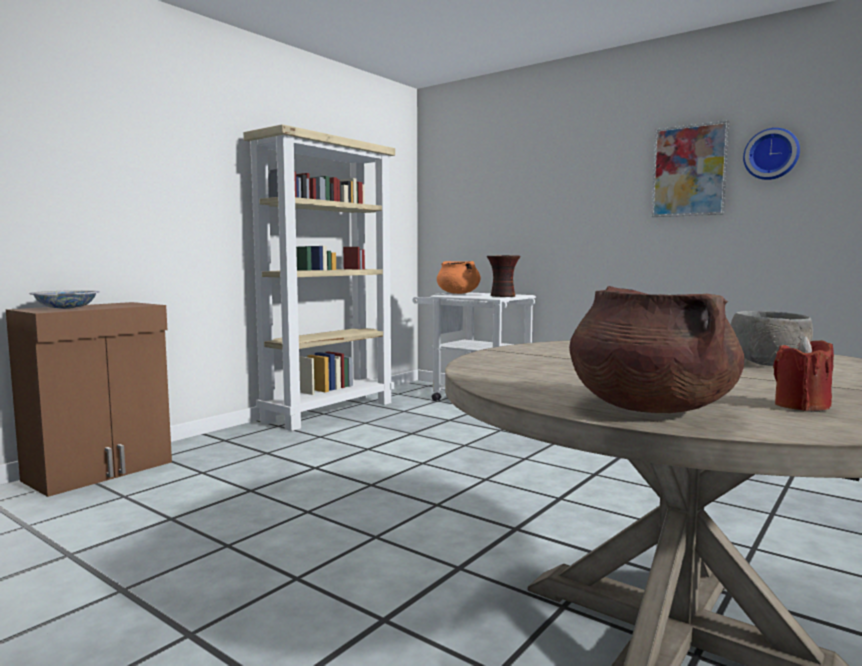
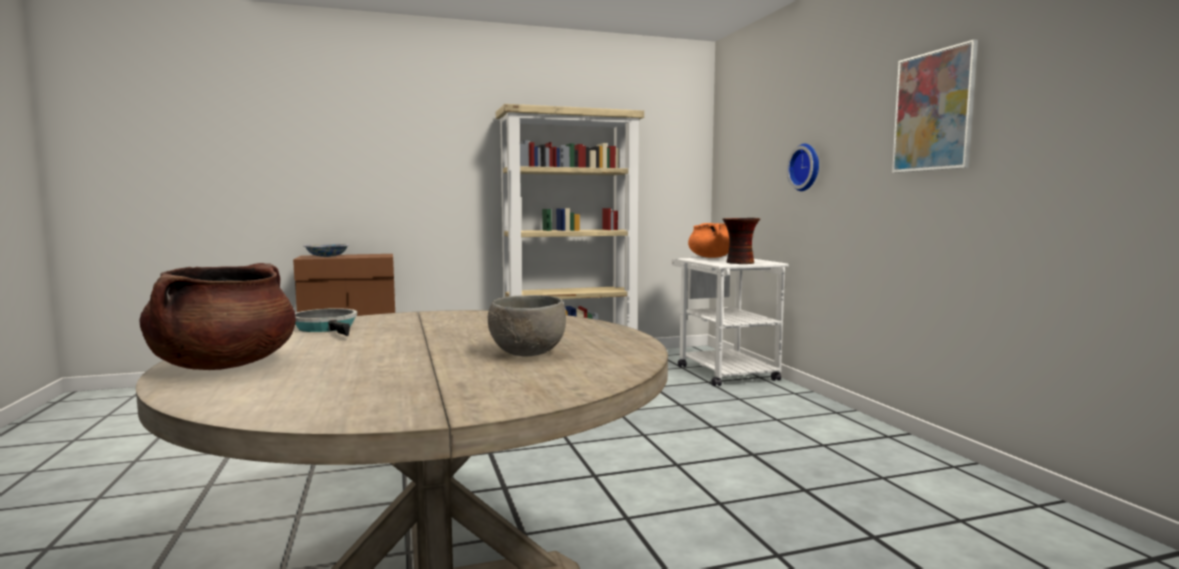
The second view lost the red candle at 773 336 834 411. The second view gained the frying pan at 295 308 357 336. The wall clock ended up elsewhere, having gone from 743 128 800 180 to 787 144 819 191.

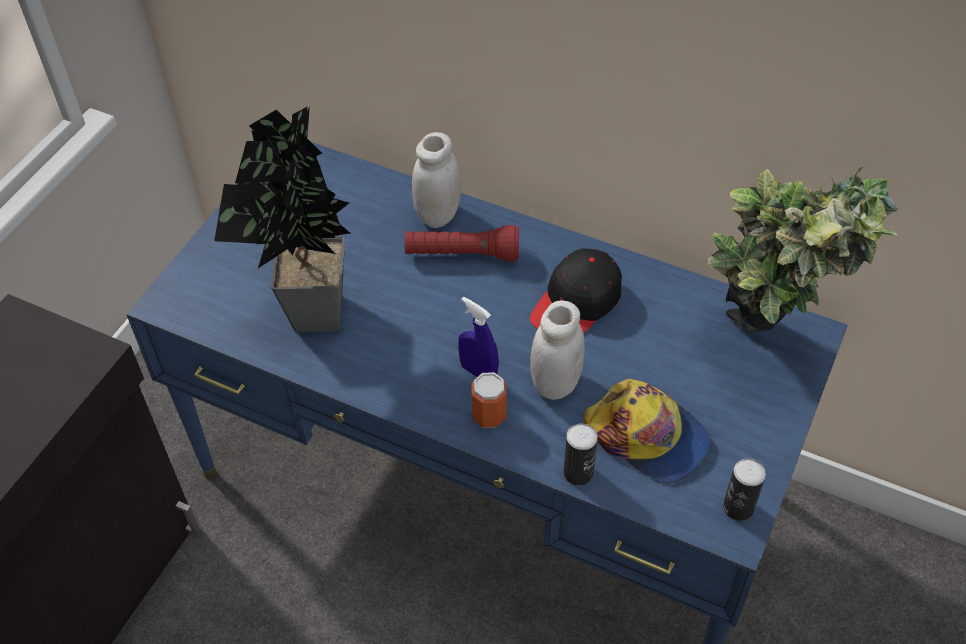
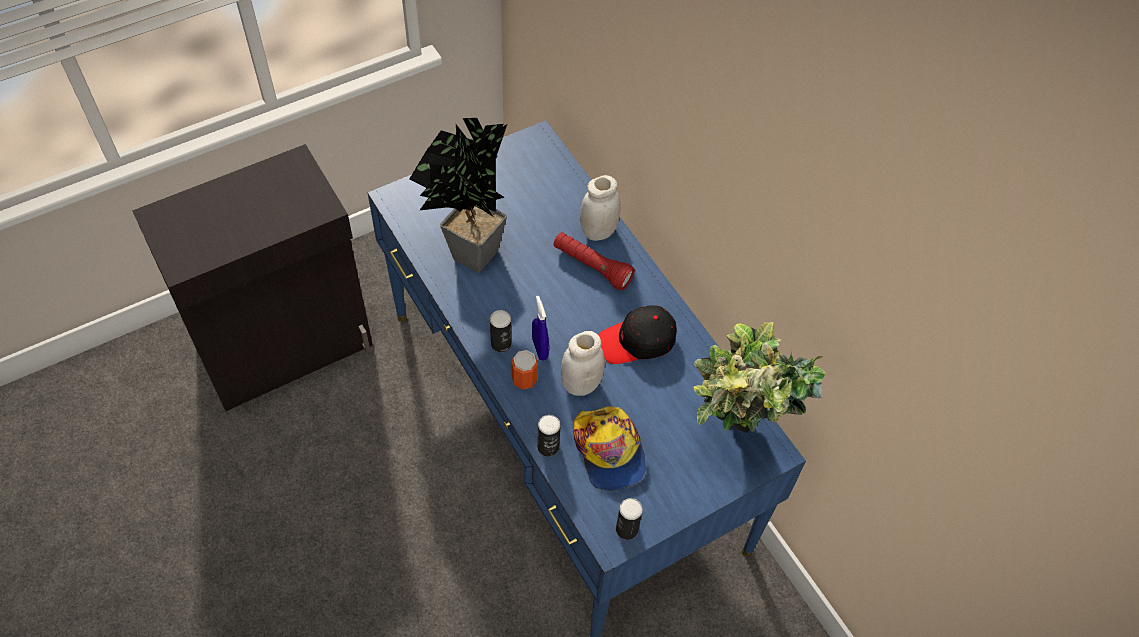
The second view gained the can at 490 310 511 352.

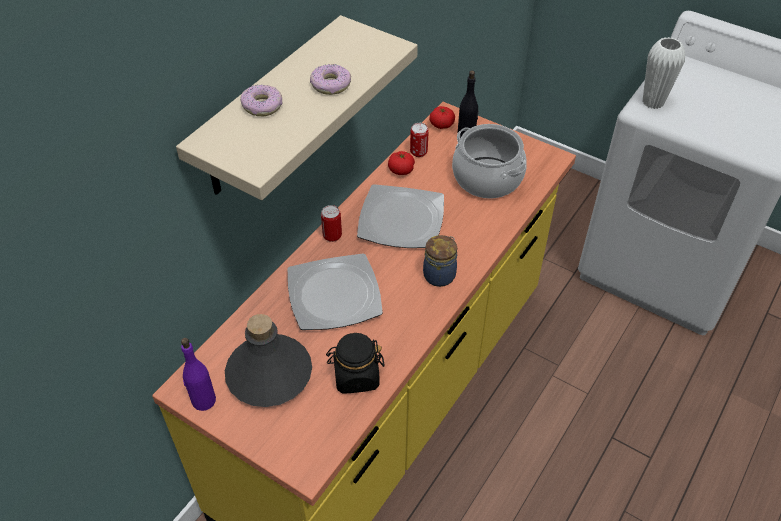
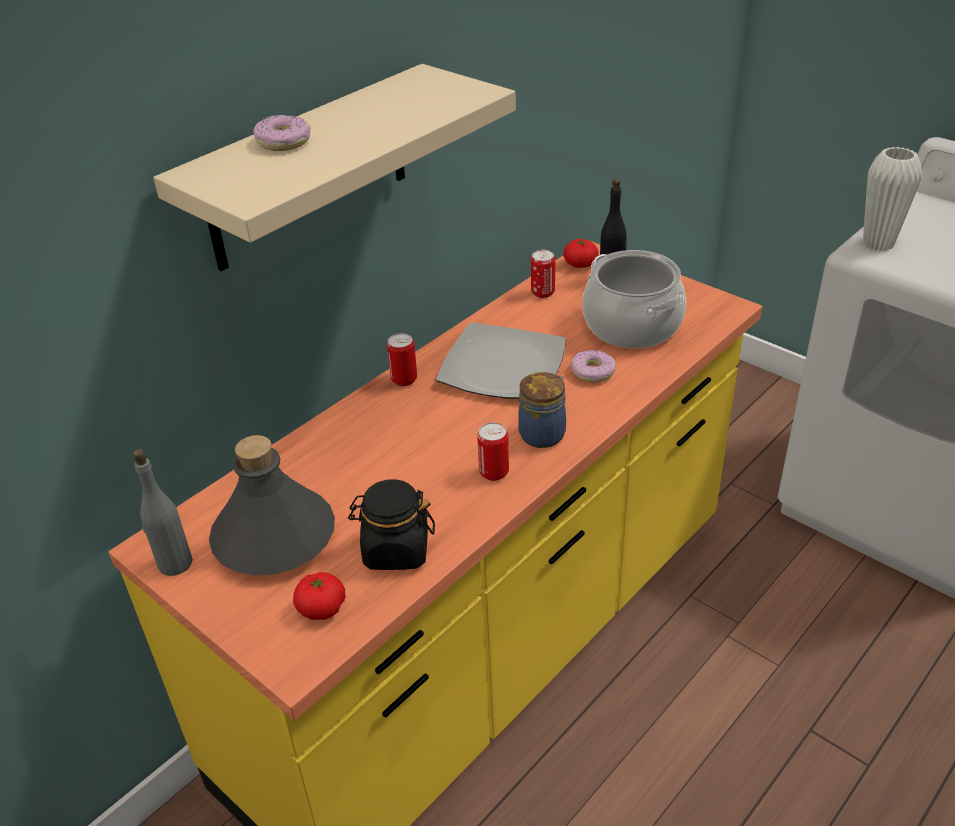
The second view lost the plate at 288 253 383 330. The second view gained the can at 477 422 509 481. The donut ended up elsewhere, having gone from 310 64 351 95 to 570 350 616 383. The tomato ended up elsewhere, having gone from 388 151 415 175 to 293 572 345 620. What was the purple bottle at 181 338 216 411 turned into the grey bottle at 133 449 193 576.

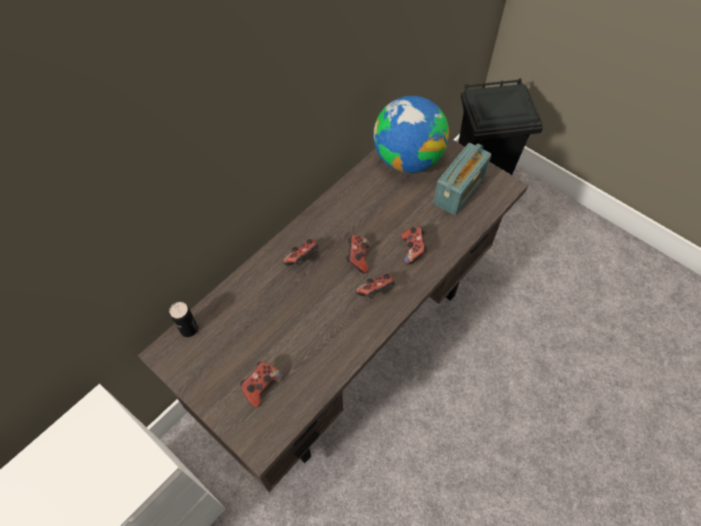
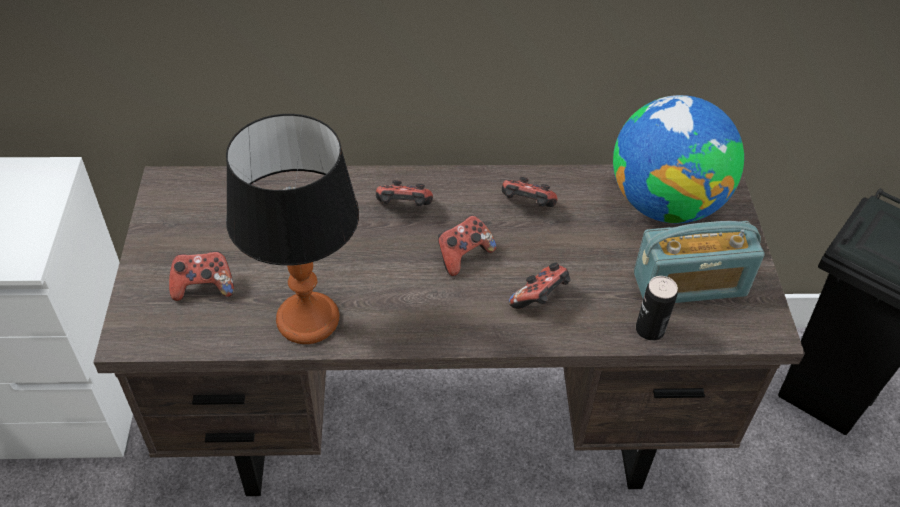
The second view gained the table lamp at 226 114 359 344. The can ended up elsewhere, having gone from 169 302 198 337 to 636 276 678 341. The game controller ended up elsewhere, having gone from 355 274 395 298 to 502 177 557 207.

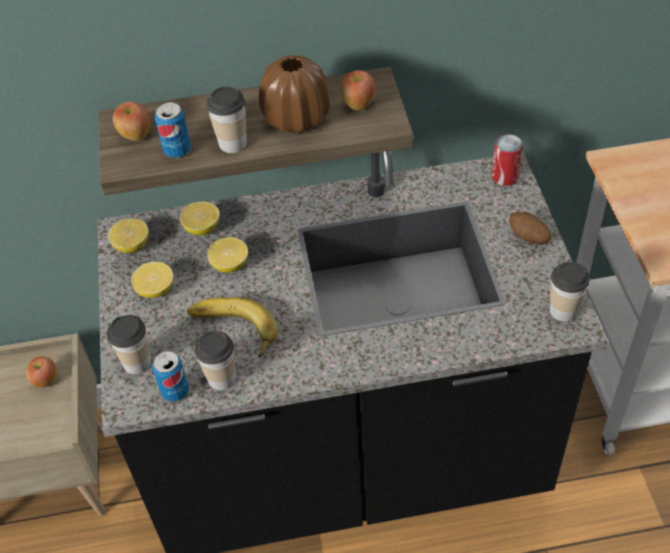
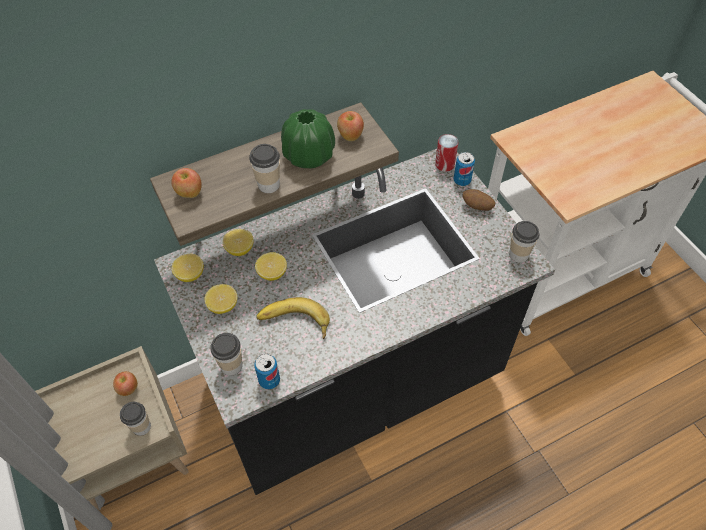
The can ended up elsewhere, having gone from 155 102 191 158 to 453 152 475 186. The cup ended up elsewhere, having gone from 194 331 236 391 to 120 402 151 436. What was the brown vase at 259 55 330 133 turned into the green vase at 281 109 335 168.

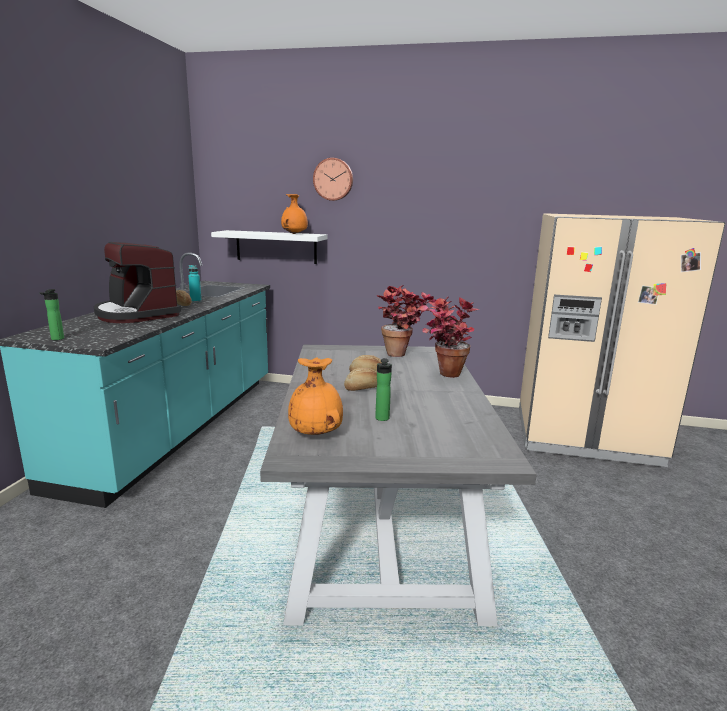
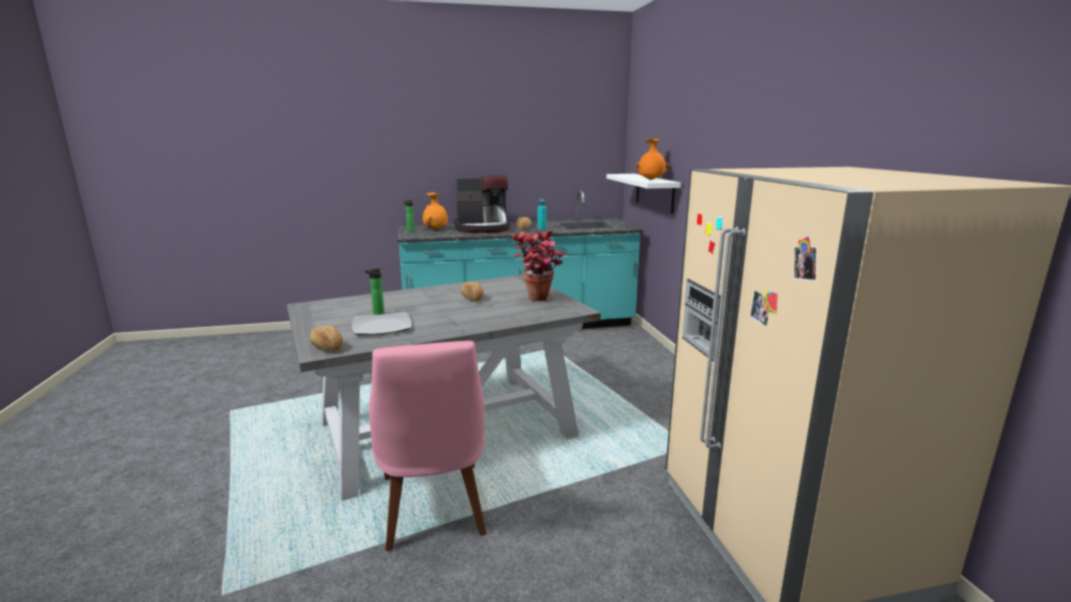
The second view lost the wall clock at 313 158 353 201. The second view lost the potted plant at 422 297 480 378. The second view gained the plate at 352 312 412 335. The second view gained the pink chair at 369 341 486 551. The orange vase ended up elsewhere, having gone from 288 358 343 435 to 423 193 448 230. The bread ended up elsewhere, having gone from 344 368 377 391 to 310 326 343 351. The coffee machine at 94 242 181 323 ended up facing another way, 120 degrees counterclockwise from before.

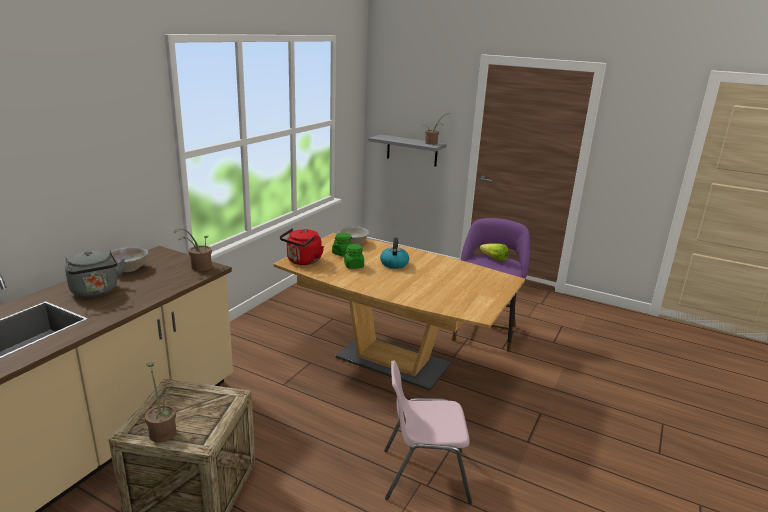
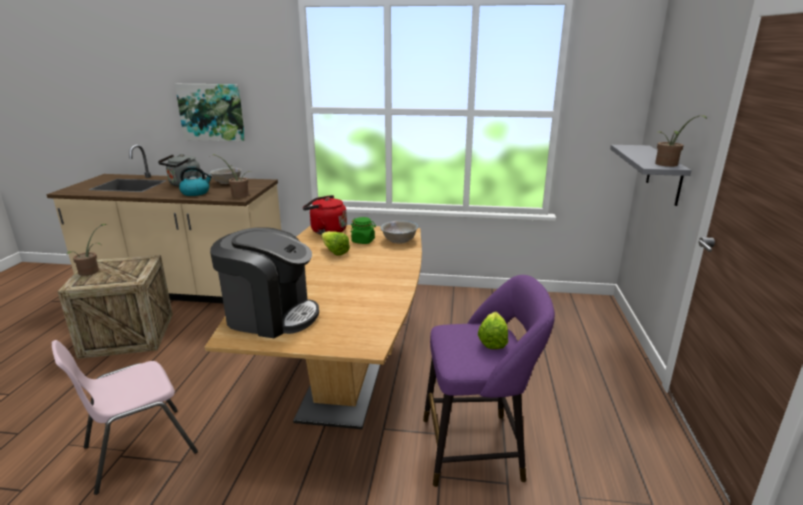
The second view gained the picture at 175 84 245 141. The second view gained the coffee machine at 210 227 319 338. The kettle ended up elsewhere, having gone from 380 237 409 269 to 179 166 212 196. Where the green jar stood at 344 244 364 269, the lettuce came to stand at 321 231 350 256. The pink chair at 384 360 472 504 ended up facing another way, 105 degrees counterclockwise from before.

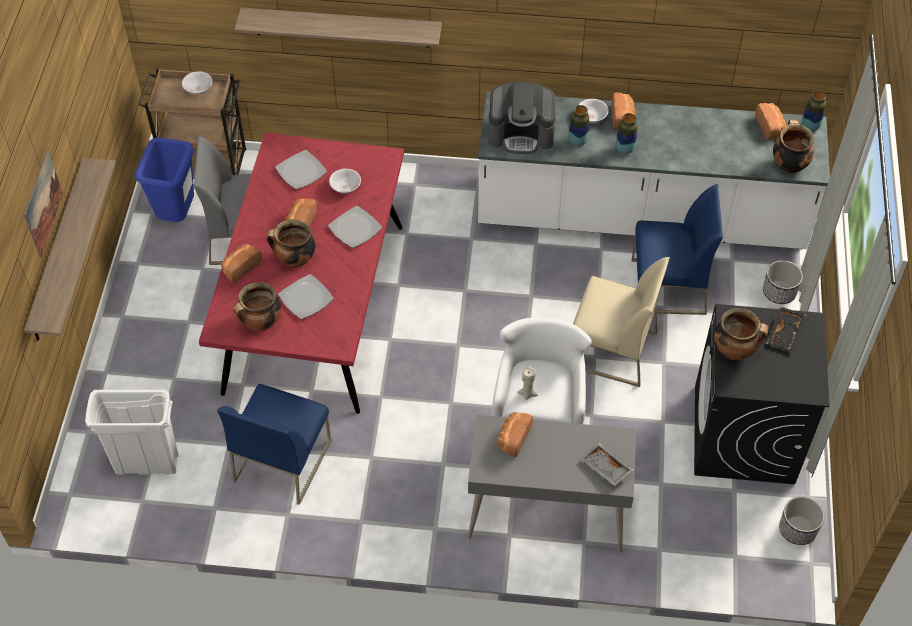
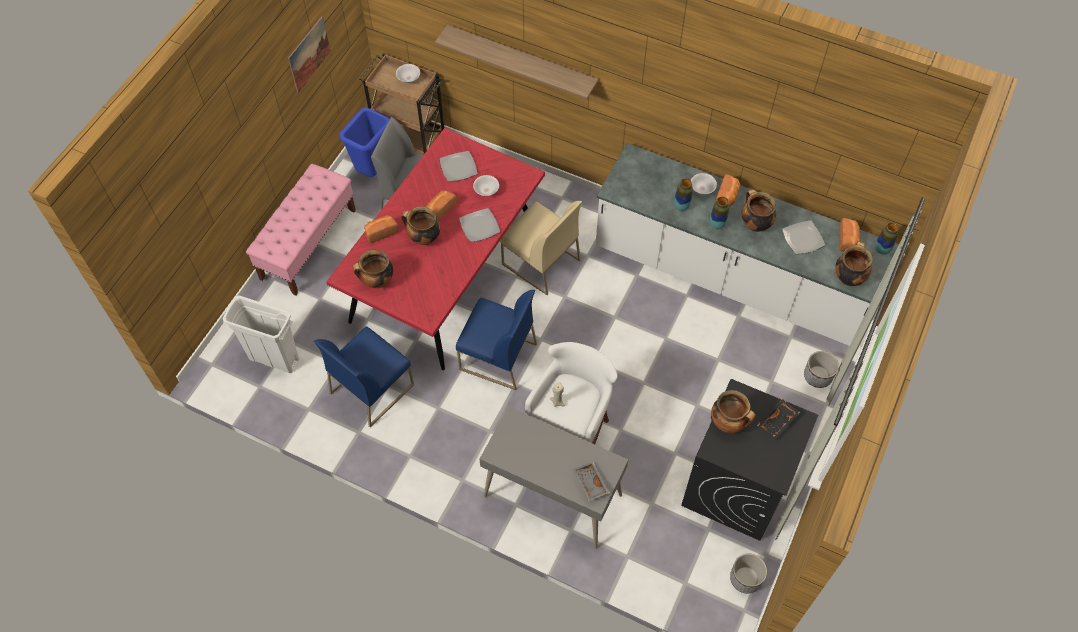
The second view lost the shelf at 24 158 116 341. The second view lost the coffee machine at 488 82 555 154. The second view lost the bread at 497 412 533 457. The second view gained the pink bench at 246 164 356 296. The second view gained the cooking pot at 741 189 776 232. The picture ended up elsewhere, having gone from 23 150 63 258 to 288 16 331 93. The plate ended up elsewhere, having gone from 278 274 334 319 to 782 220 825 254. The beige chair ended up elsewhere, having gone from 573 257 670 387 to 500 201 582 295. The blue chair ended up elsewhere, having gone from 632 184 723 315 to 456 290 537 390.

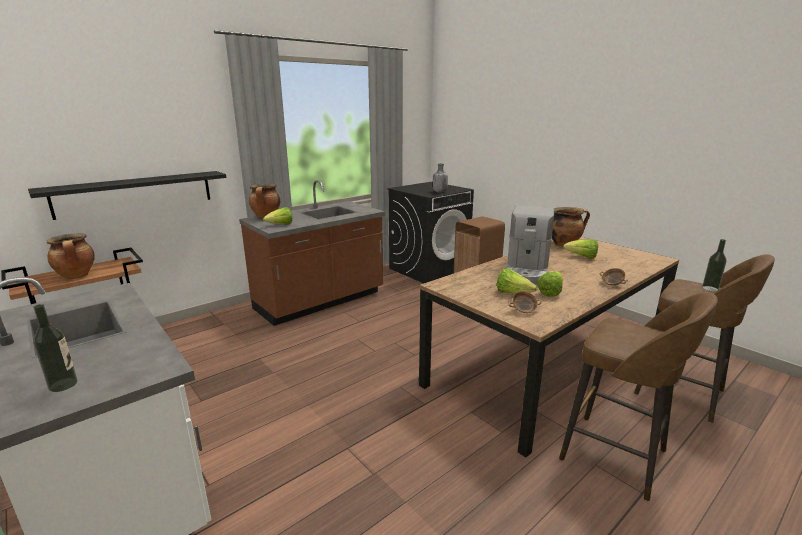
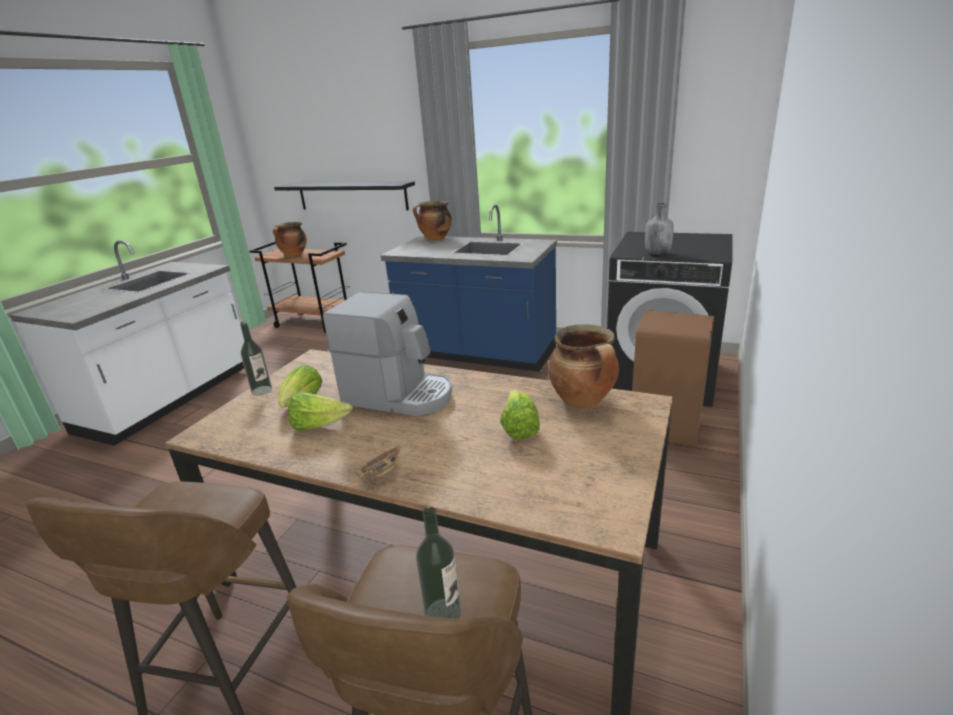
The second view lost the lettuce at 263 207 293 224. The second view lost the bowl at 508 291 542 313. The bottle ended up elsewhere, having gone from 33 304 77 392 to 240 323 272 395. What was the brown counter at 239 180 385 326 turned into the blue counter at 381 204 557 371. The coffee machine at 506 205 554 284 ended up facing another way, 150 degrees counterclockwise from before.

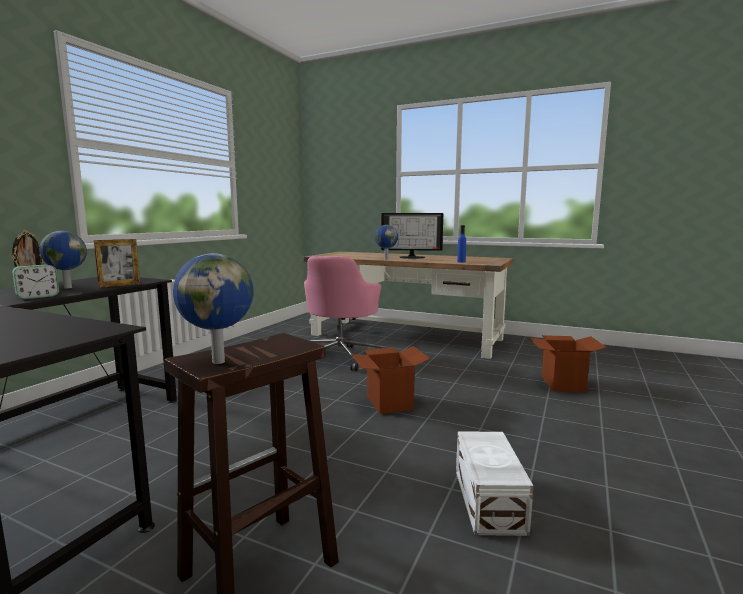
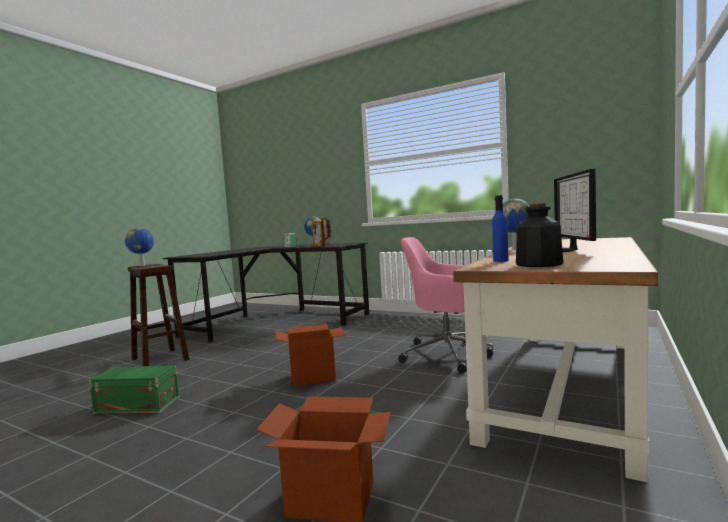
The second view gained the bottle at 516 203 563 267. What was the white storage box at 456 431 533 536 turned into the green storage box at 89 366 179 414.

